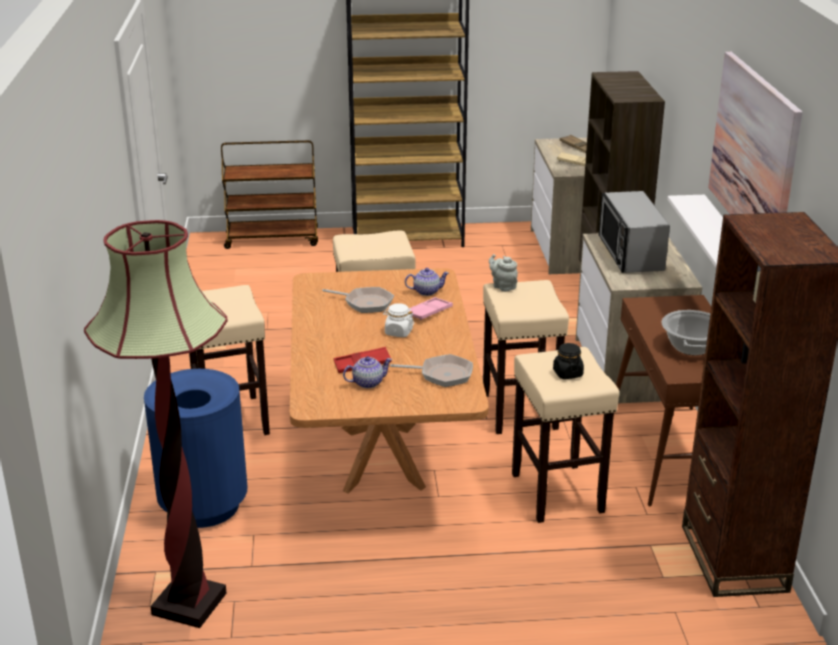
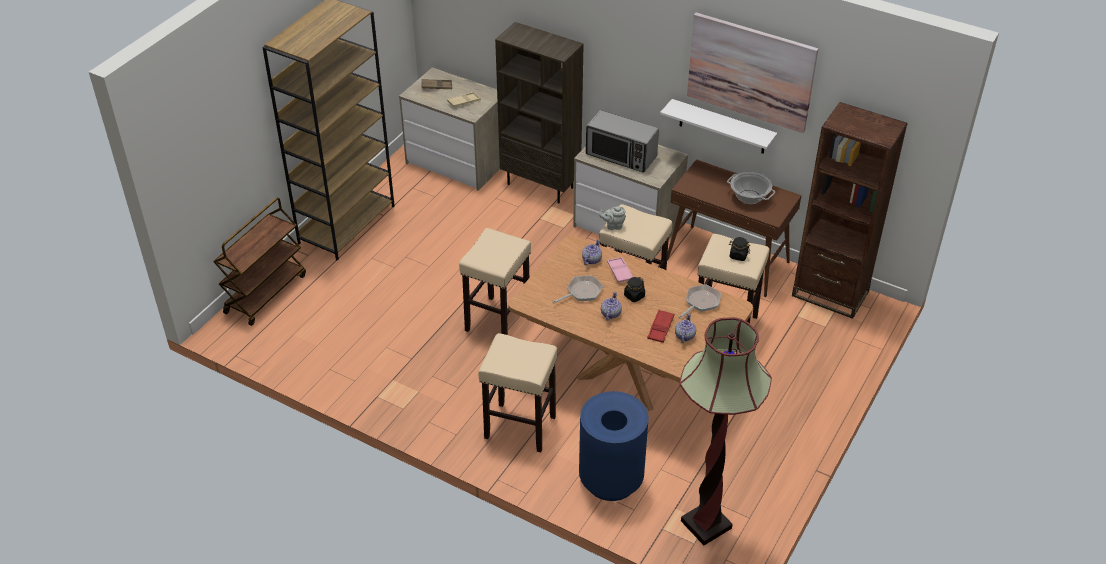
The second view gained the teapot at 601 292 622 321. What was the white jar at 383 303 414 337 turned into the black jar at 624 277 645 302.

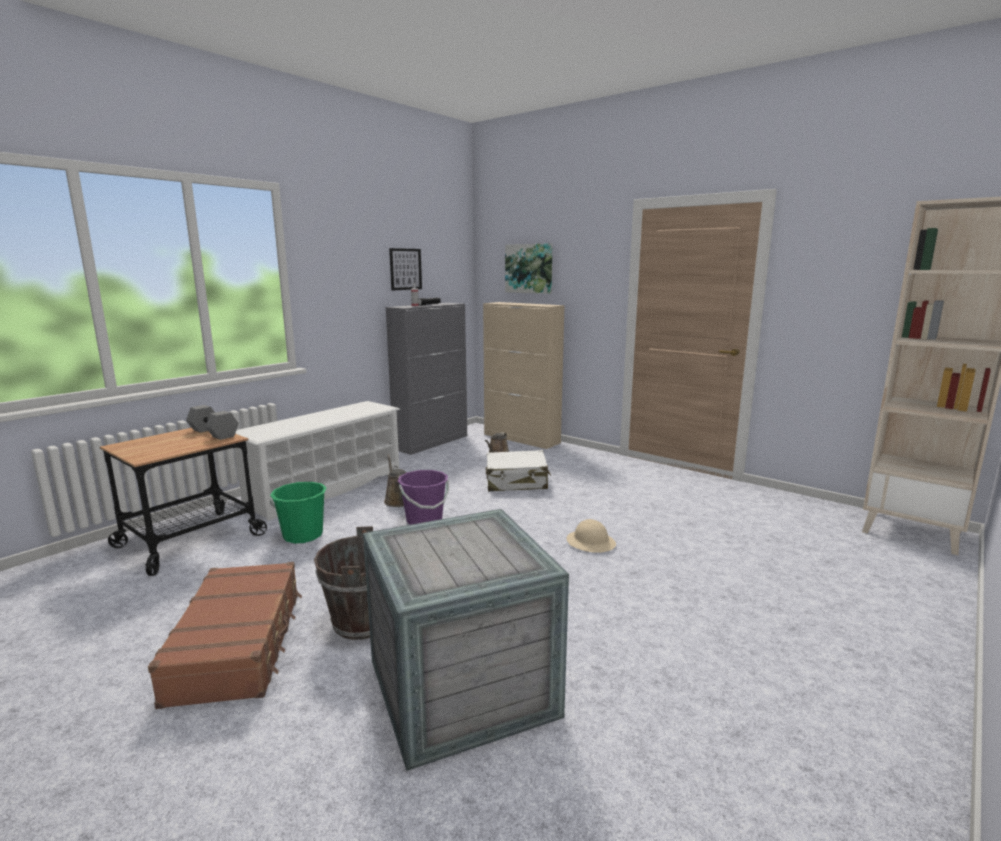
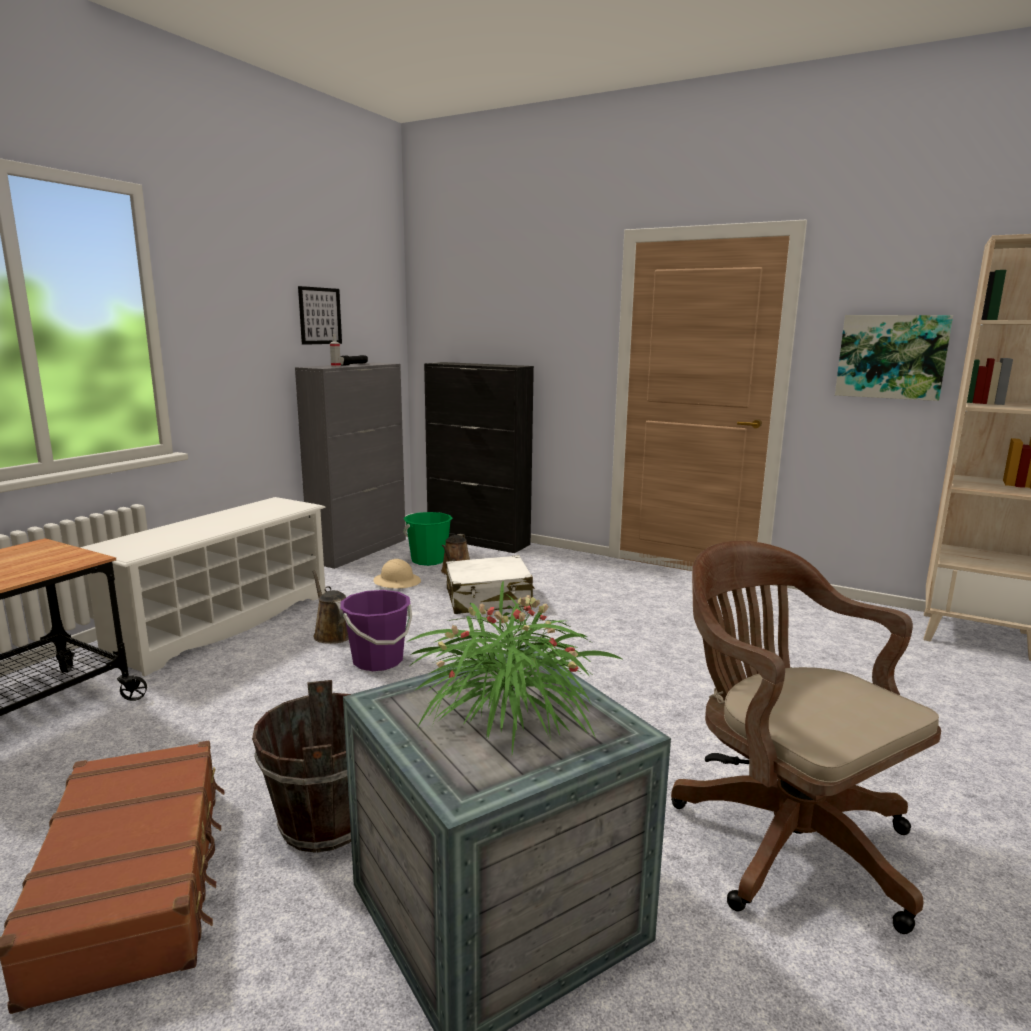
The second view lost the grey dumbbell at 186 405 239 440. The second view gained the potted plant at 407 580 622 754. The second view gained the brown office chair at 671 541 941 934. The green bucket ended up elsewhere, having gone from 270 482 327 544 to 403 512 453 566. The picture ended up elsewhere, having gone from 505 243 553 294 to 835 315 953 401. The beige hard hat ended up elsewhere, having gone from 567 519 616 553 to 373 559 421 589. What was the beige cabinet at 483 302 565 449 turned into the black cabinet at 424 362 534 553.

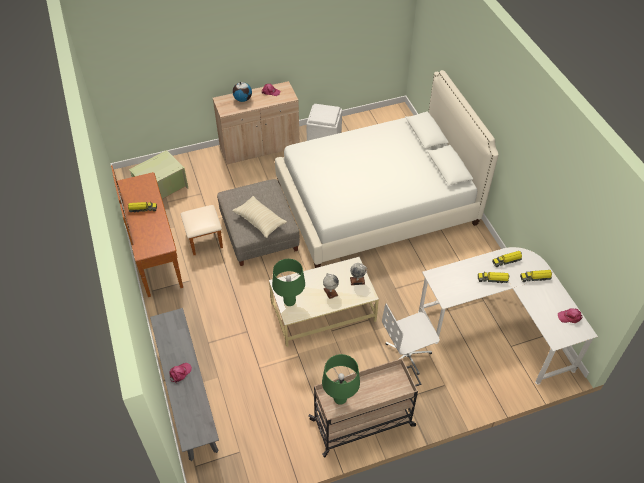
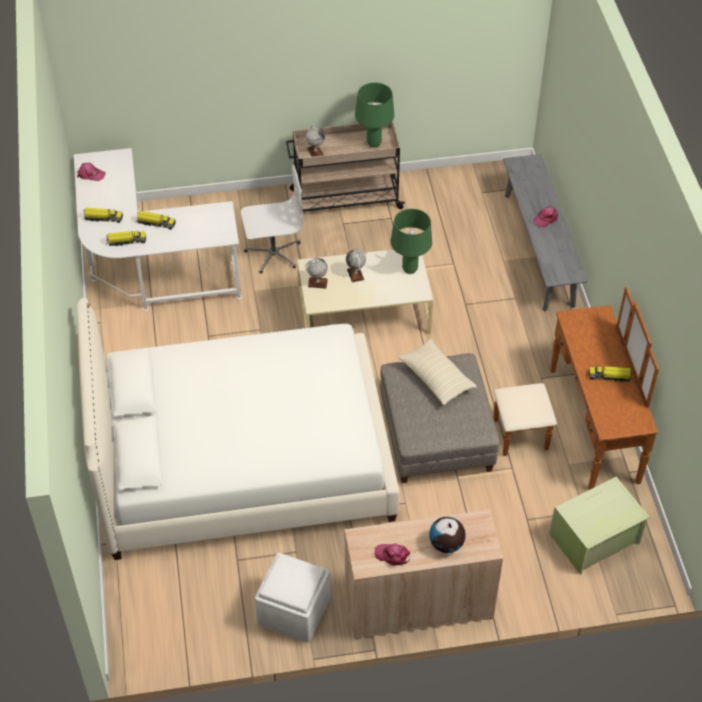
The second view gained the globe at 306 125 325 157.

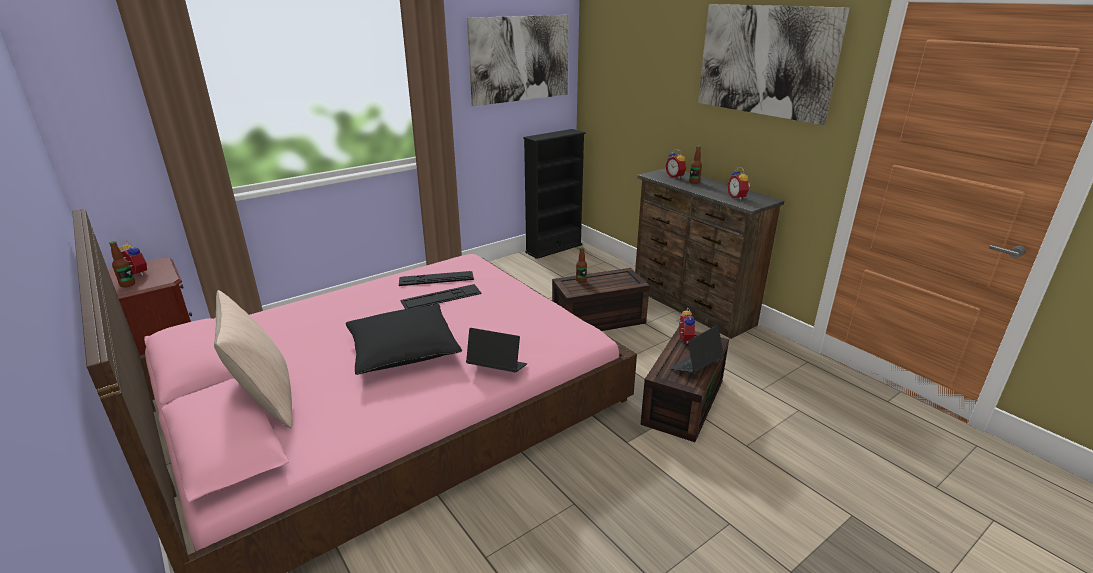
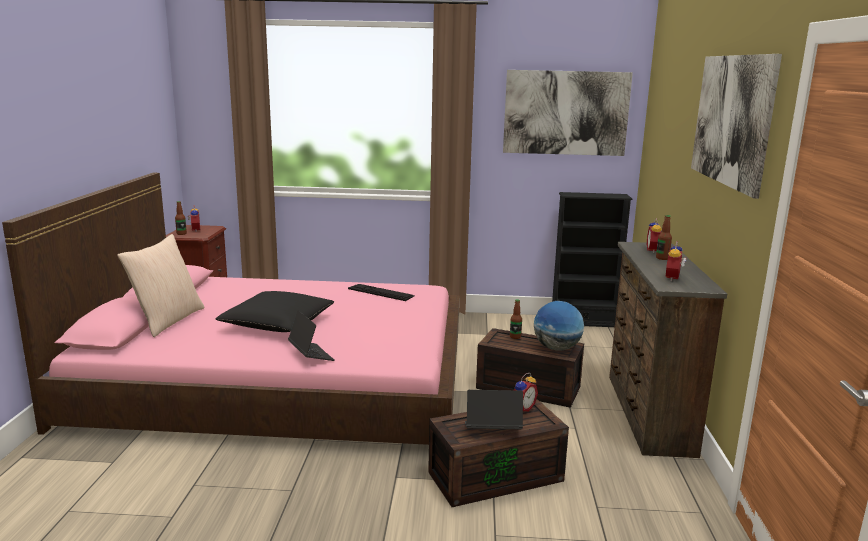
The second view lost the keyboard at 401 284 482 309. The second view gained the globe at 534 301 584 351.

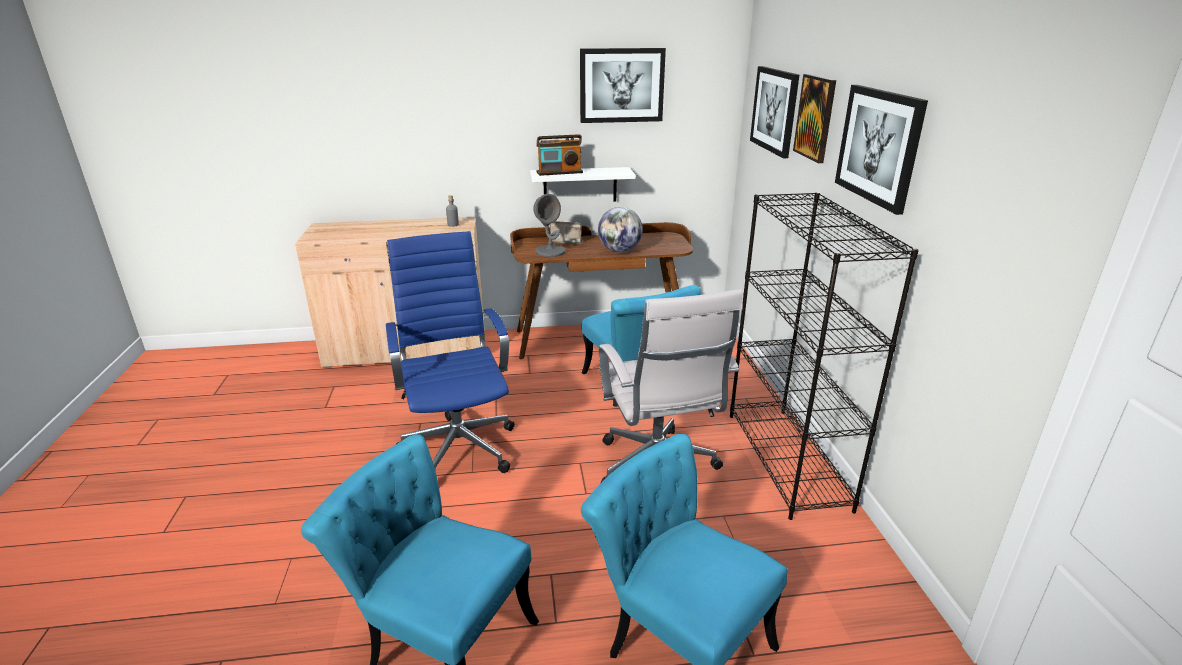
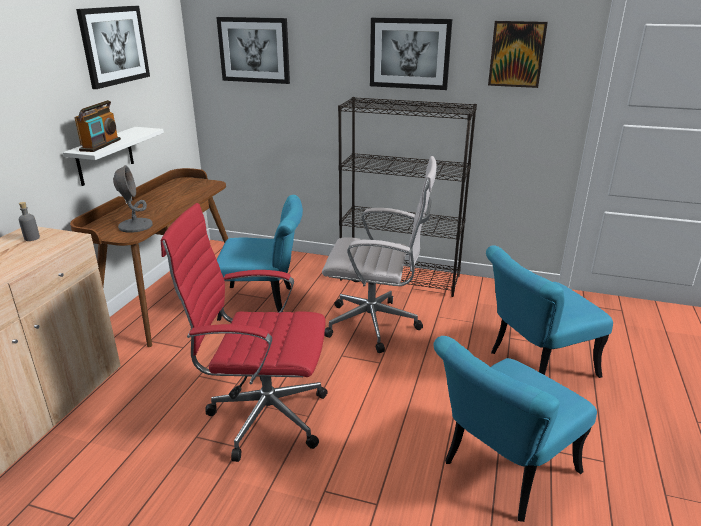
The second view lost the radio at 550 222 583 243. The second view lost the globe at 598 207 643 252. The picture ended up elsewhere, having gone from 793 74 836 163 to 488 21 548 88. What was the blue office chair at 386 231 515 473 turned into the red office chair at 161 203 328 462.

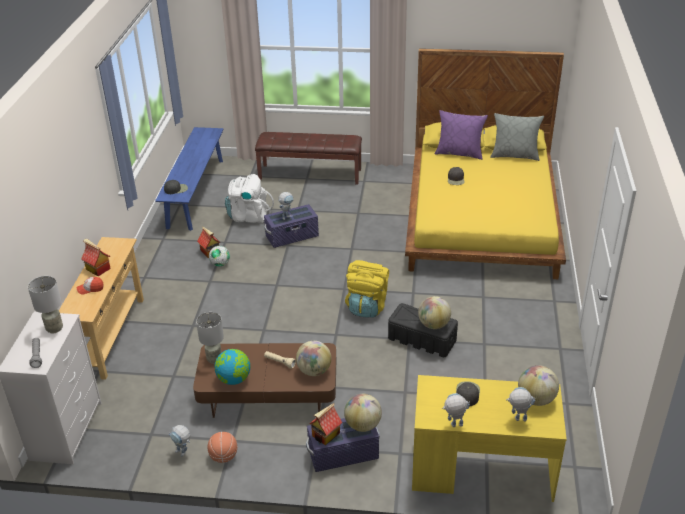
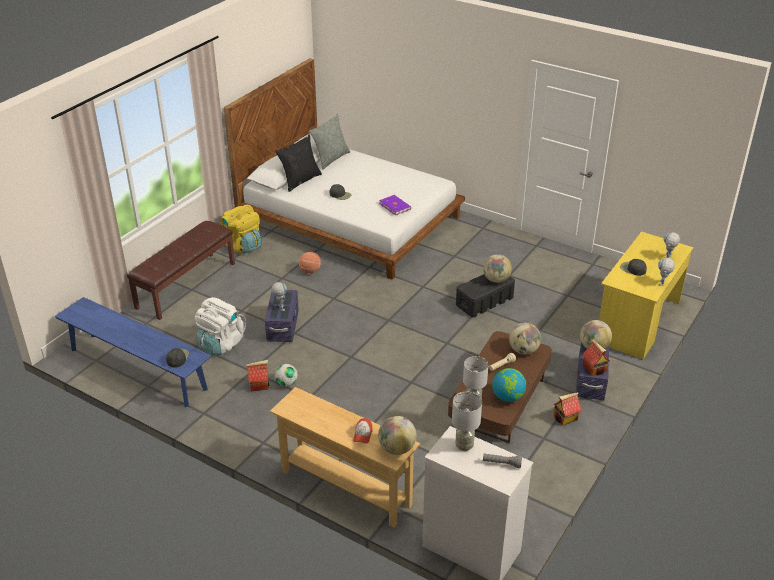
The second view lost the toy robot at 169 425 190 457. The second view gained the purple book at 379 195 411 215. The toy house ended up elsewhere, having gone from 81 239 111 276 to 554 392 582 426. The basketball ended up elsewhere, having gone from 208 432 237 463 to 299 252 321 274. The yellow backpack ended up elsewhere, having gone from 345 260 389 318 to 220 205 262 254. The globe ended up elsewhere, having gone from 518 365 559 406 to 378 416 417 455. What was the yellow bed at 405 48 566 279 turned into the white bed at 224 58 465 279. What was the purple pillow at 435 110 488 160 turned into the black pillow at 275 134 322 192.

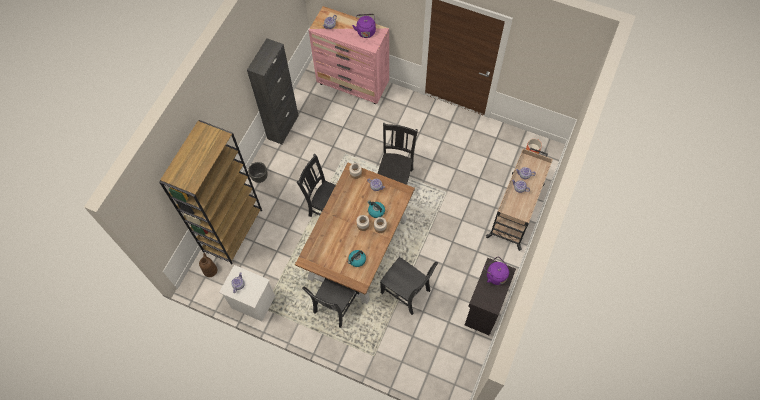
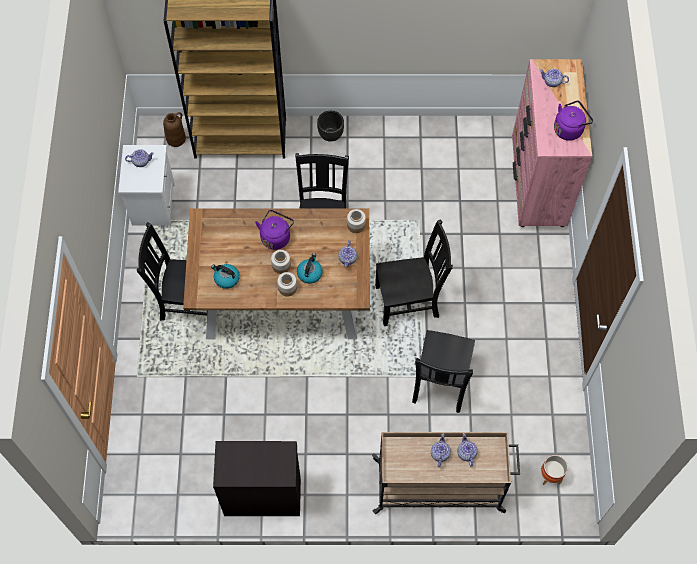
The second view lost the black cabinet at 247 38 299 144. The black chair ended up elsewhere, having gone from 380 257 438 315 to 412 330 475 413. The purple kettle ended up elsewhere, having gone from 484 256 509 285 to 255 210 294 250.

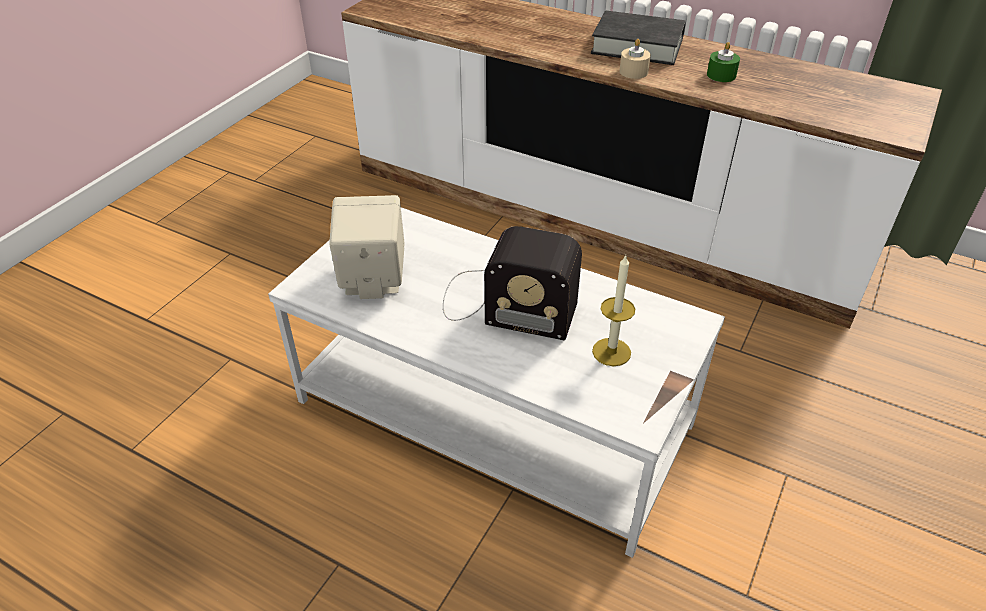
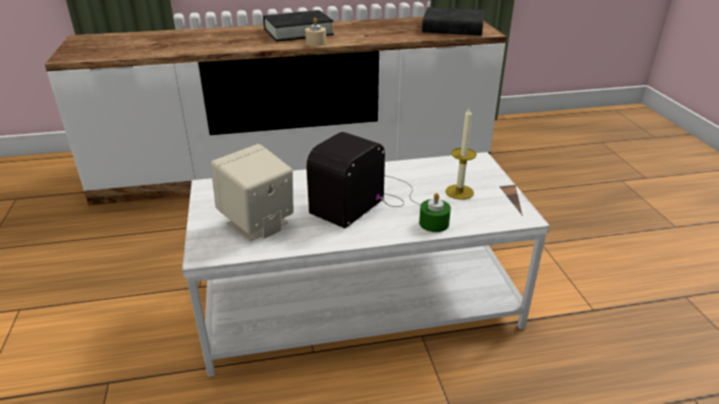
The second view gained the black book at 422 7 484 36. The green candle ended up elsewhere, having gone from 707 42 740 82 to 419 193 451 232. The radio at 443 226 582 340 ended up facing another way, 150 degrees clockwise from before.

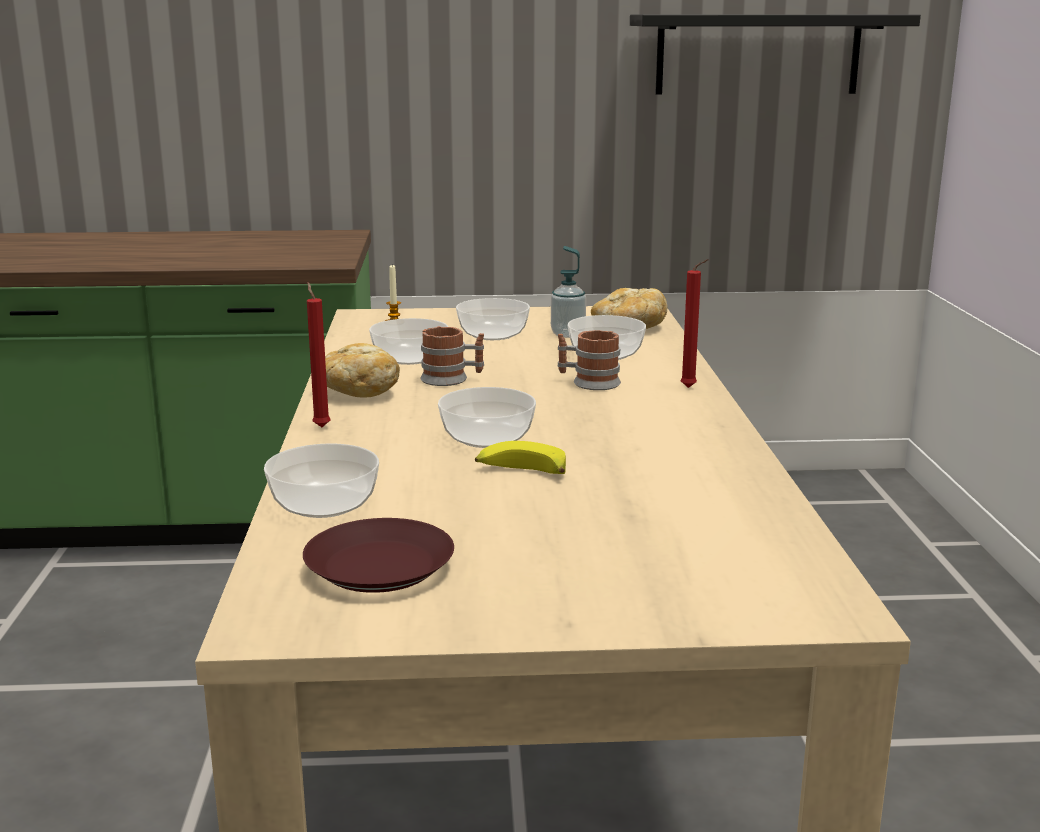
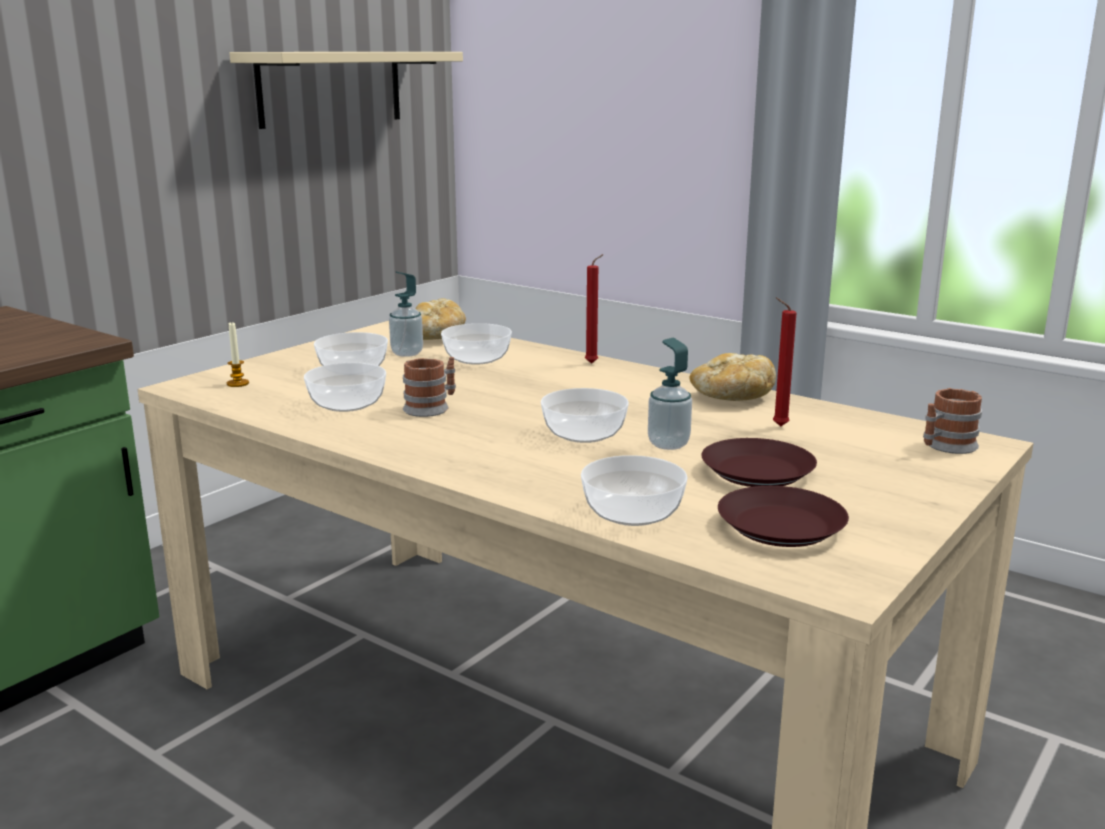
The second view gained the brown plate at 701 438 817 487. The red candle ended up elsewhere, having gone from 307 282 330 427 to 773 298 796 427. The bread ended up elsewhere, having gone from 325 343 400 398 to 689 353 776 401. The mug ended up elsewhere, having gone from 558 330 621 390 to 923 388 982 454. Where the banana stood at 475 441 566 474, the soap dispenser came to stand at 648 338 692 450. What was the black shelf at 630 14 921 95 turned into the beige shelf at 229 52 463 129.

